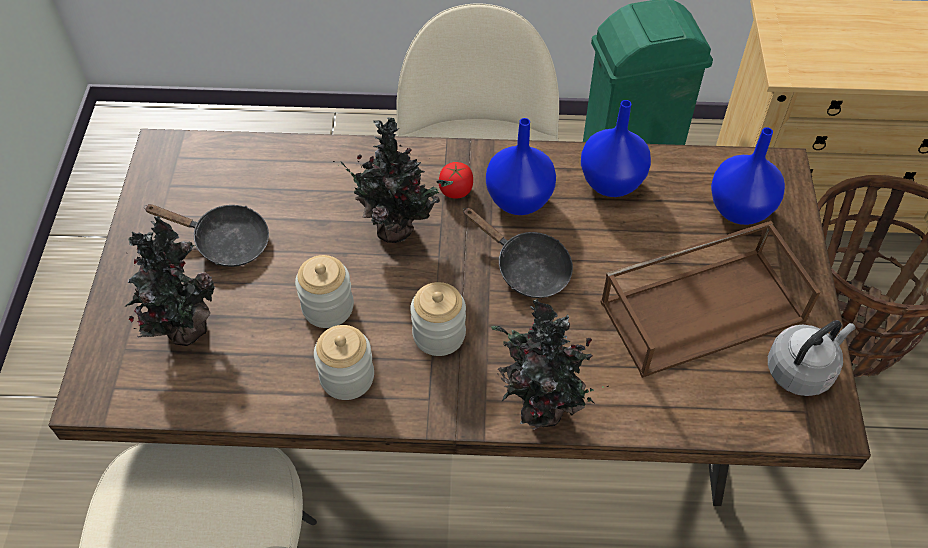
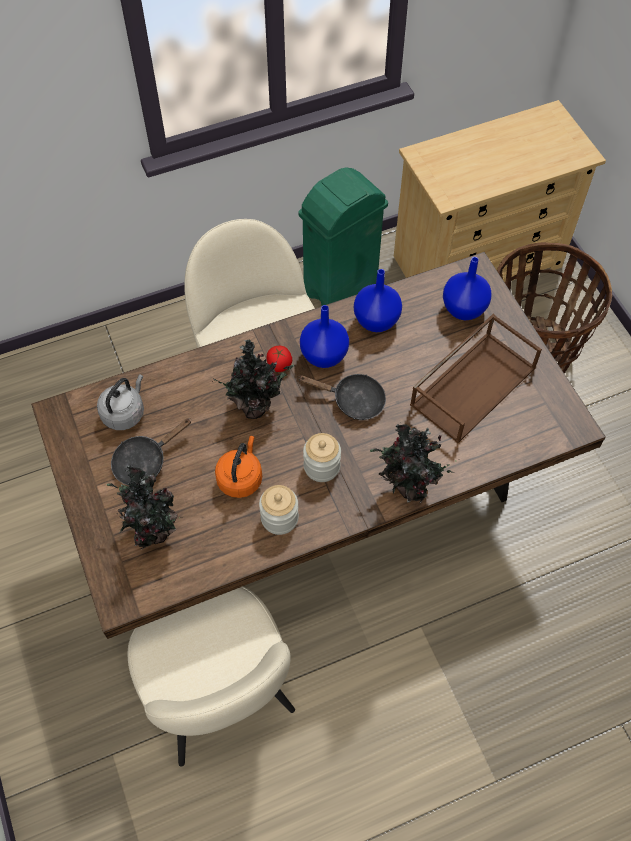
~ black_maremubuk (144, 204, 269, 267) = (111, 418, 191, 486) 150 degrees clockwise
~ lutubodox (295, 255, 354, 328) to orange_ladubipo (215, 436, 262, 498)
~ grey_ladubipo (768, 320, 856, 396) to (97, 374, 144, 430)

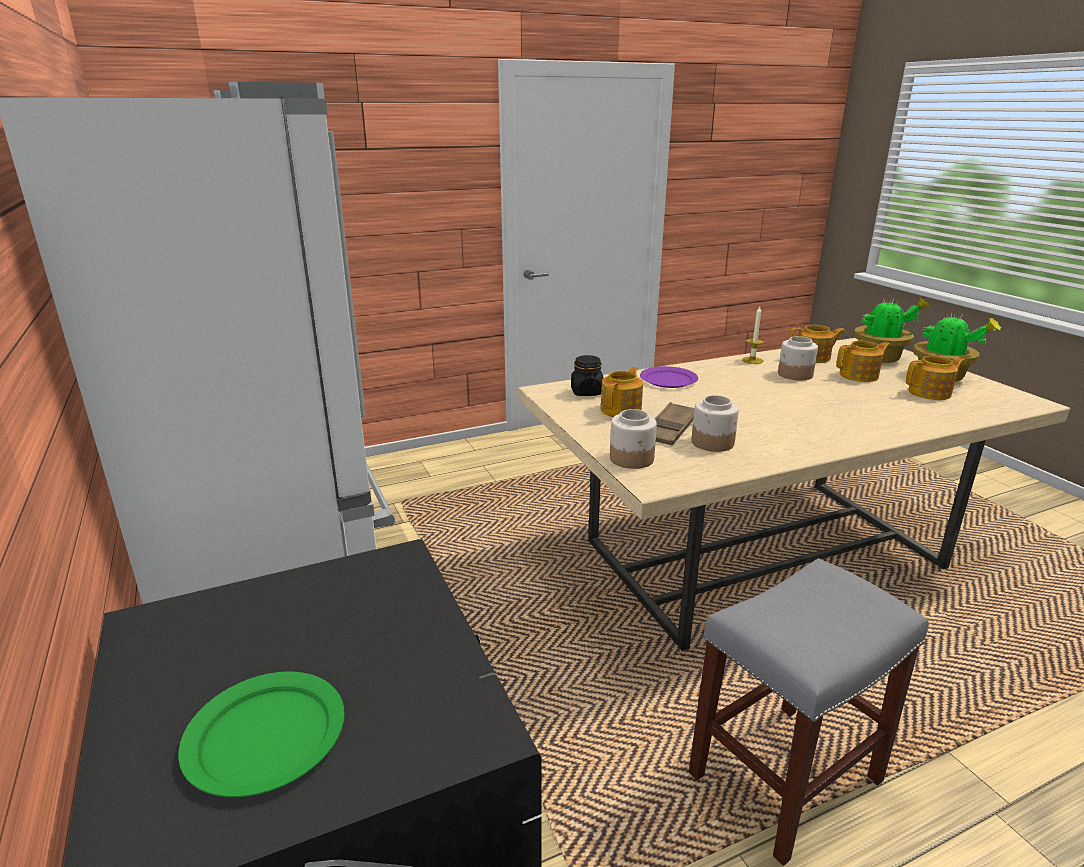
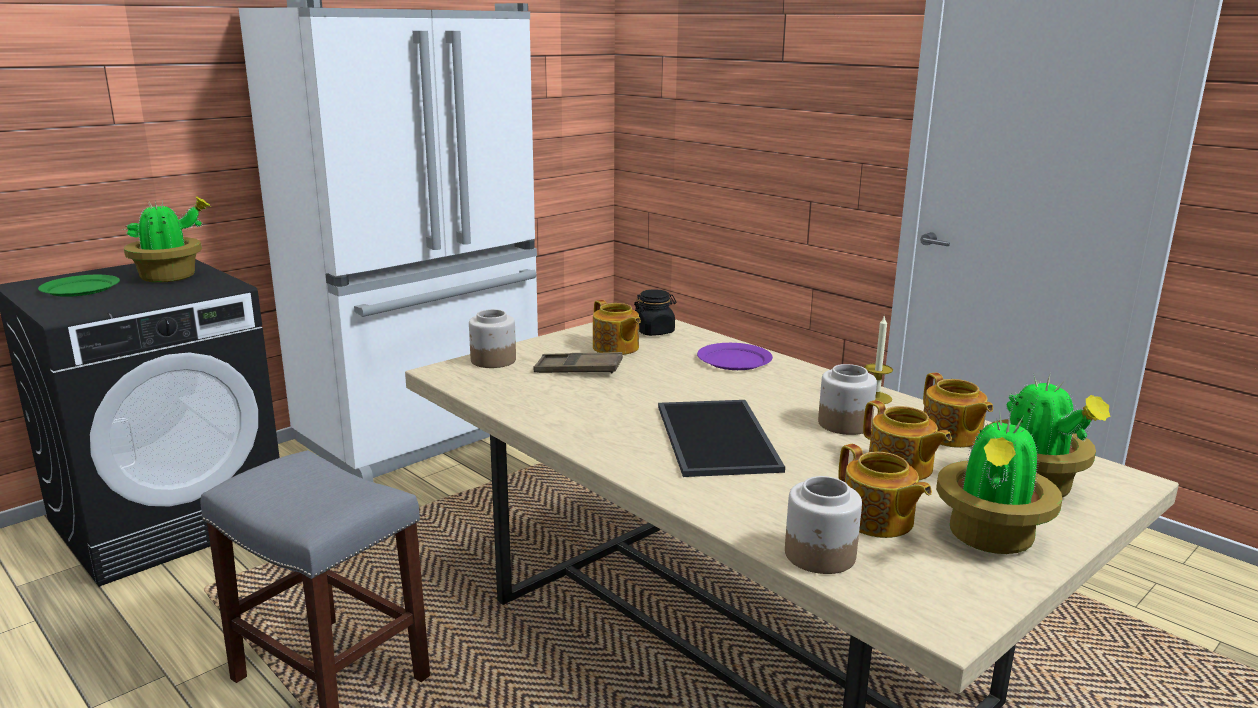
~ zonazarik (600, 367, 643, 417) = (593, 300, 641, 355) 45 degrees clockwise
~ lutubodox (692, 395, 739, 452) to (785, 476, 862, 574)
+ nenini (124, 196, 212, 283)
+ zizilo (658, 400, 785, 477)

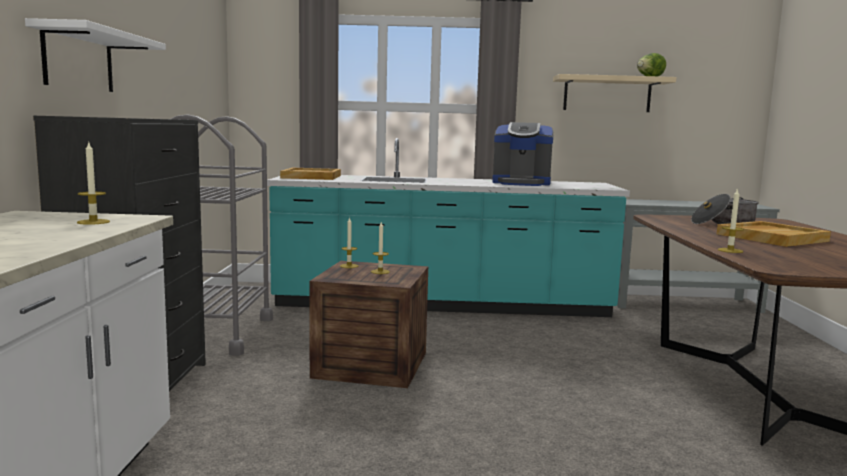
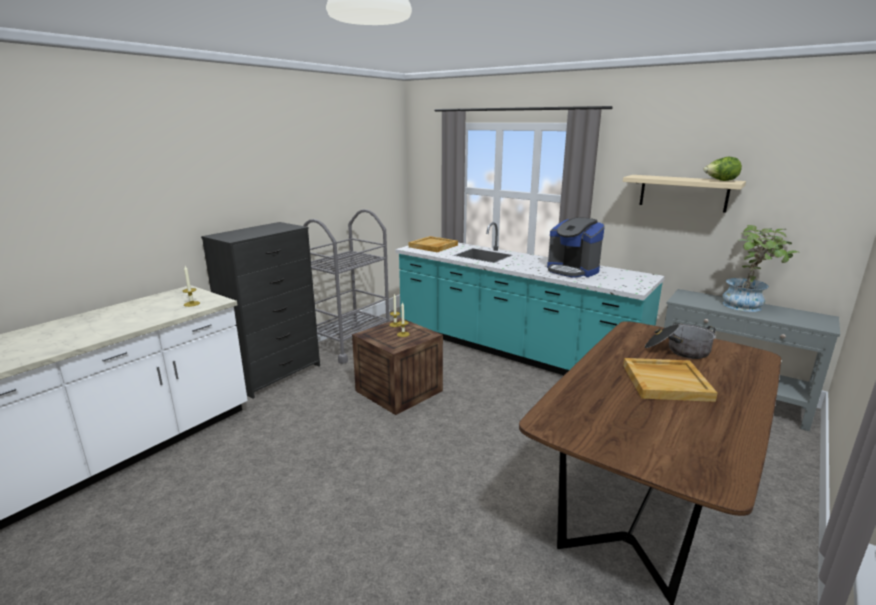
- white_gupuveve (25, 18, 166, 92)
- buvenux (718, 188, 744, 253)
+ nenini (723, 225, 800, 312)

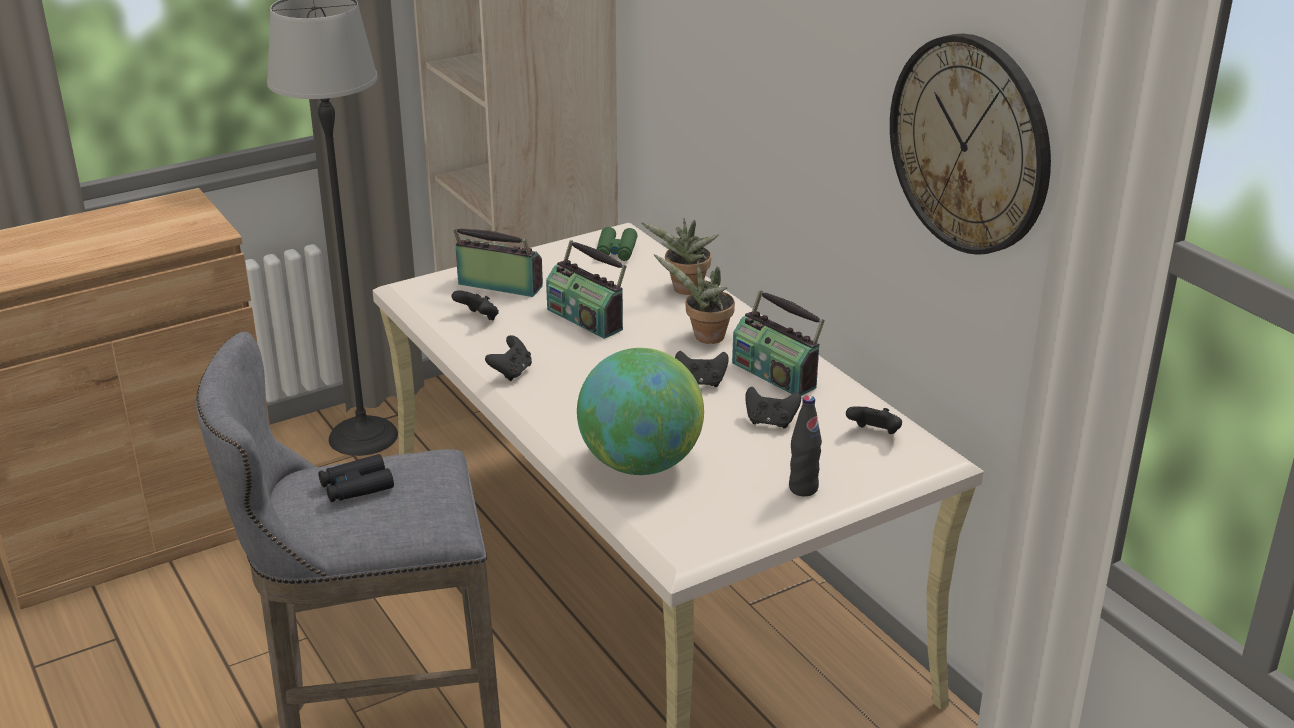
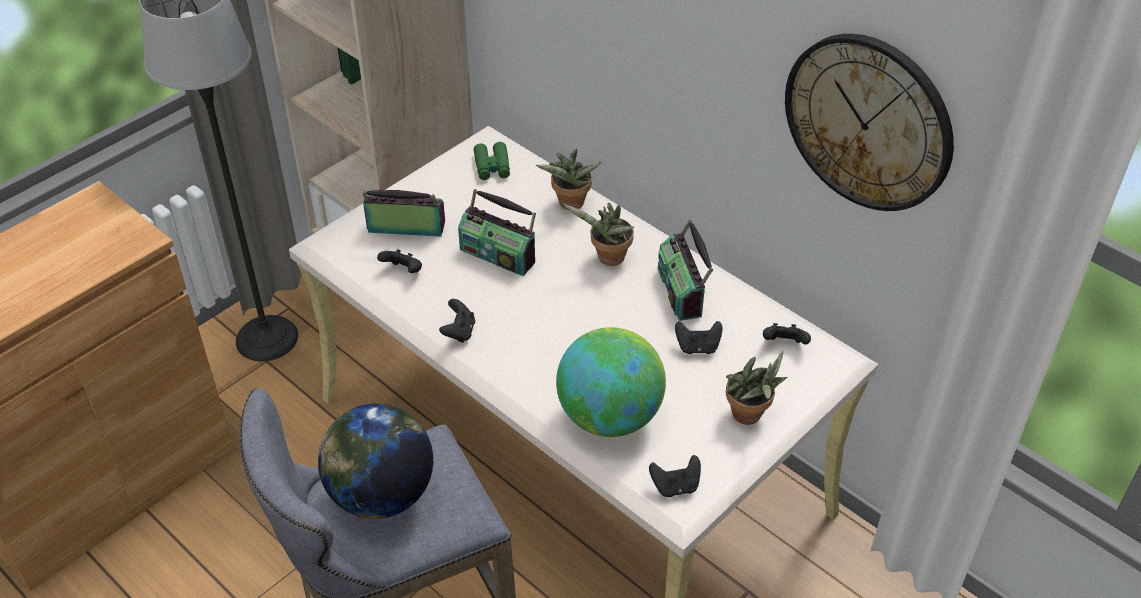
~ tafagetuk (732, 290, 825, 396) = (658, 219, 713, 321) 45 degrees clockwise
~ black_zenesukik (675, 351, 729, 387) to (649, 455, 701, 497)
~ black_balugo (789, 395, 822, 496) to nenini (725, 351, 787, 425)
~ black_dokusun (319, 454, 394, 502) to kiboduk (318, 403, 433, 519)

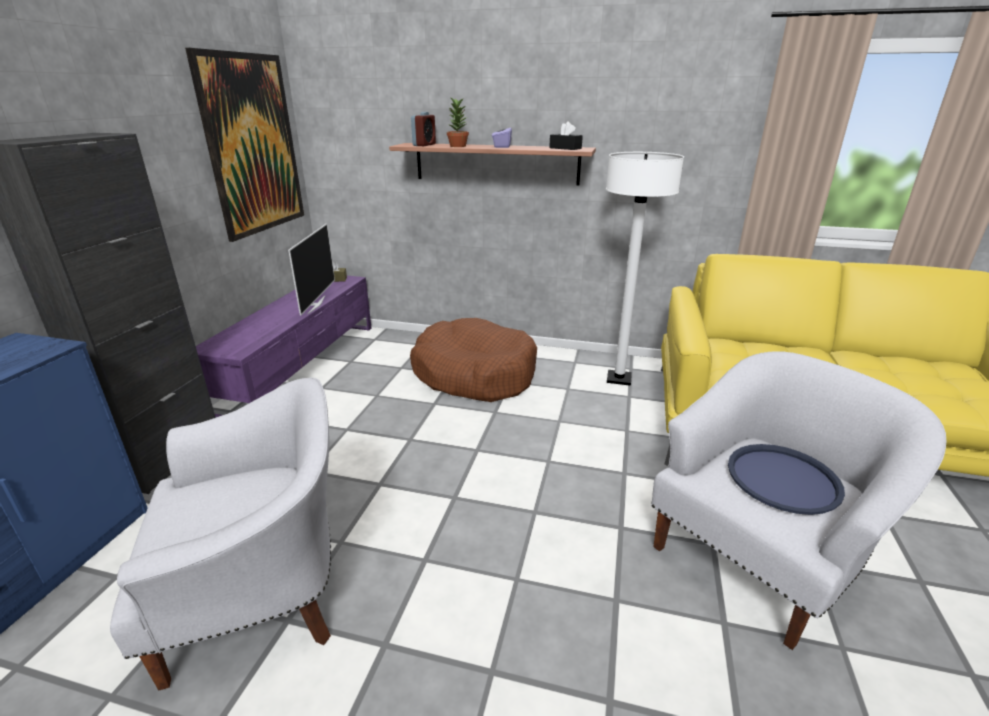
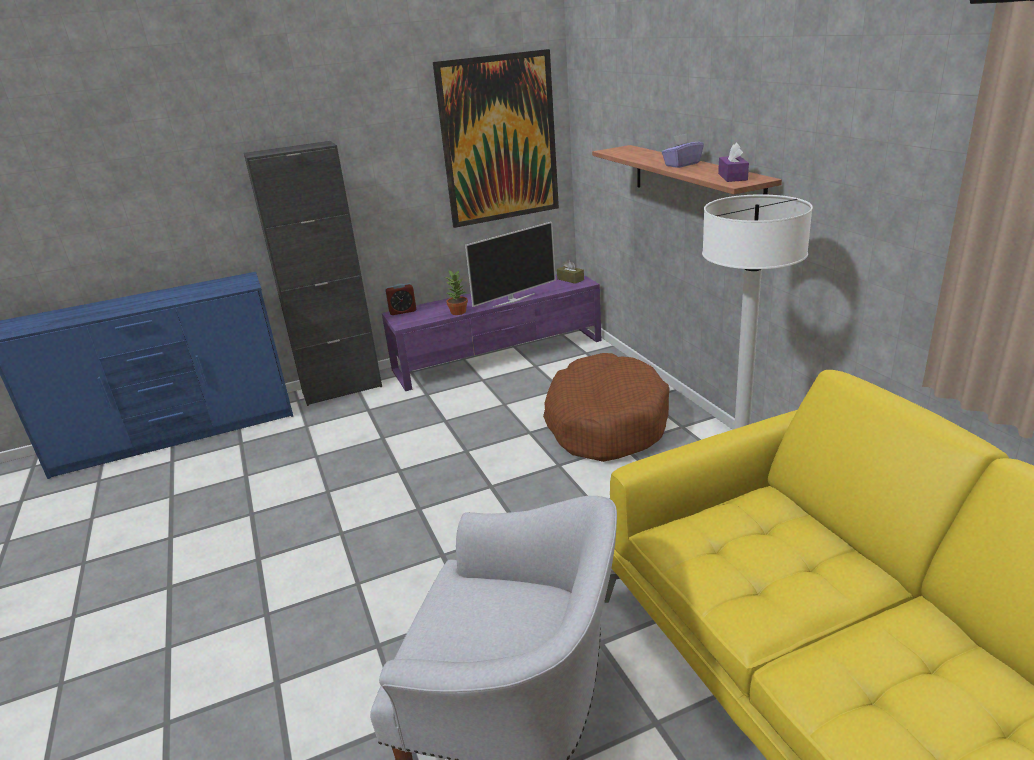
~ nenini (447, 97, 469, 147) to (445, 271, 468, 315)
~ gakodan (411, 112, 436, 146) to (385, 283, 416, 315)
~ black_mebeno (549, 121, 583, 150) to purple_mebeno (718, 143, 749, 182)
- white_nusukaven (110, 378, 331, 691)
- blue_zizilo (728, 444, 845, 515)

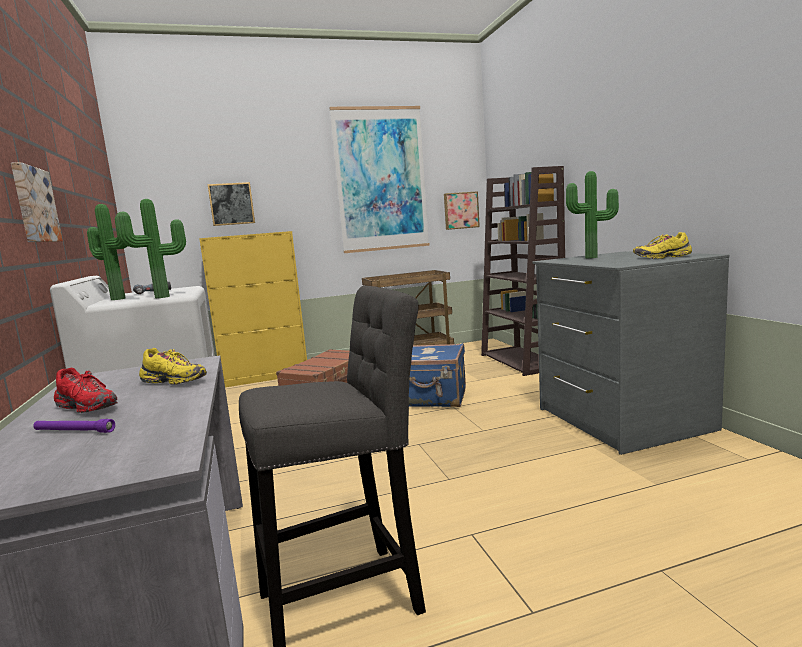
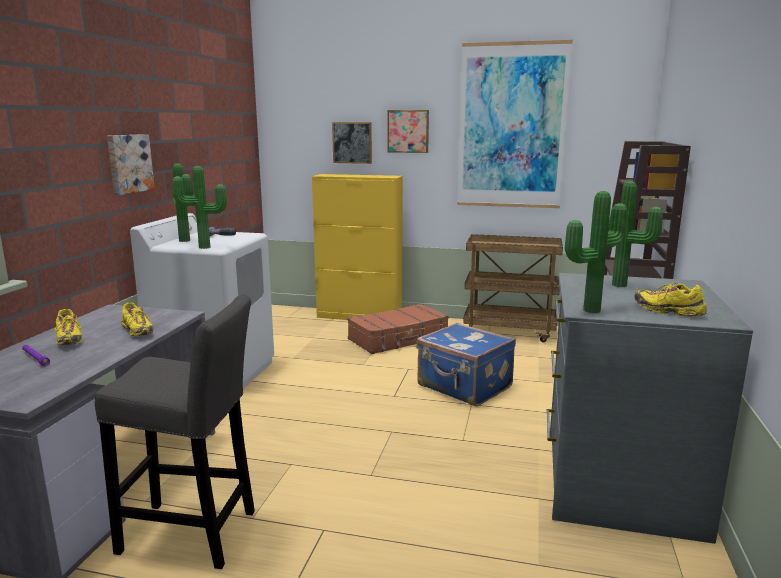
~ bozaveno (444, 191, 480, 230) to (387, 110, 429, 153)
~ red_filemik (54, 368, 118, 413) to yellow_filemik (54, 309, 83, 345)
+ nenini (565, 191, 627, 313)

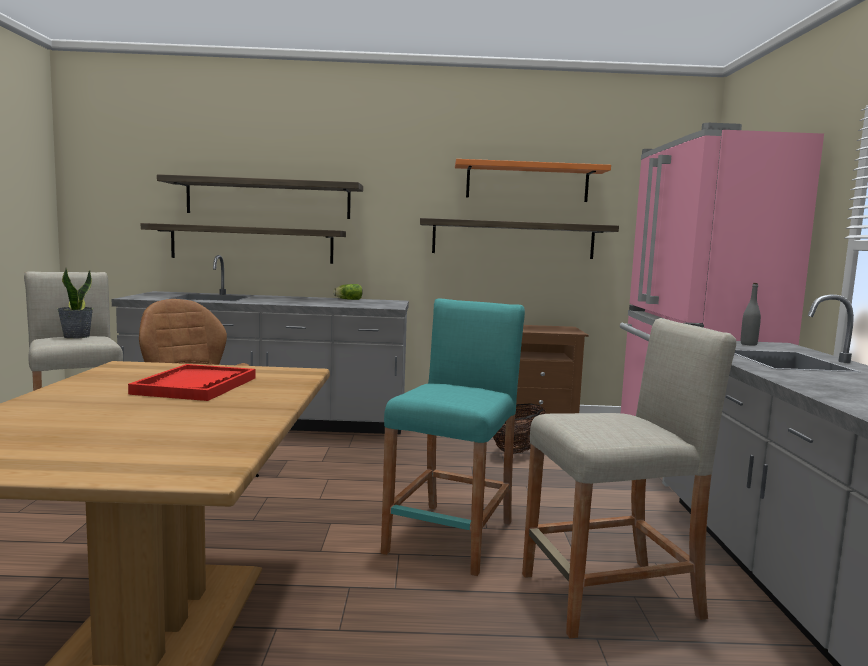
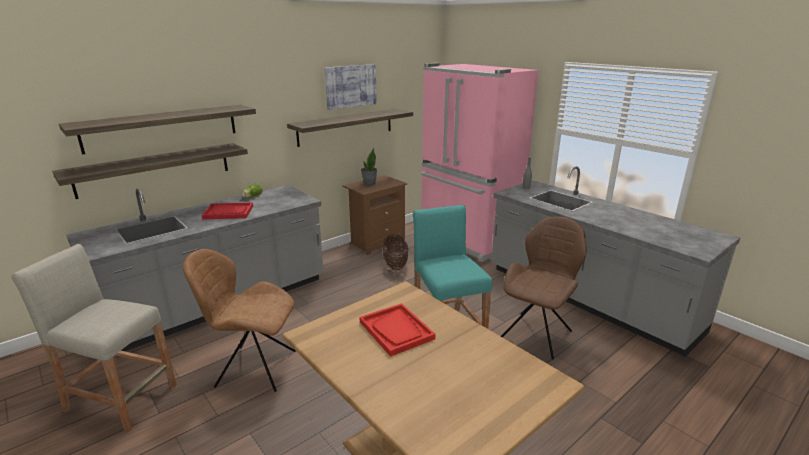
~ orange_gupuveve (455, 159, 611, 202) to bozaveno (325, 64, 377, 110)
~ nenini (57, 268, 93, 339) to (361, 148, 377, 186)
~ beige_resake (522, 318, 736, 639) to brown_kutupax (501, 217, 586, 360)
+ red_zizilo (202, 202, 253, 220)

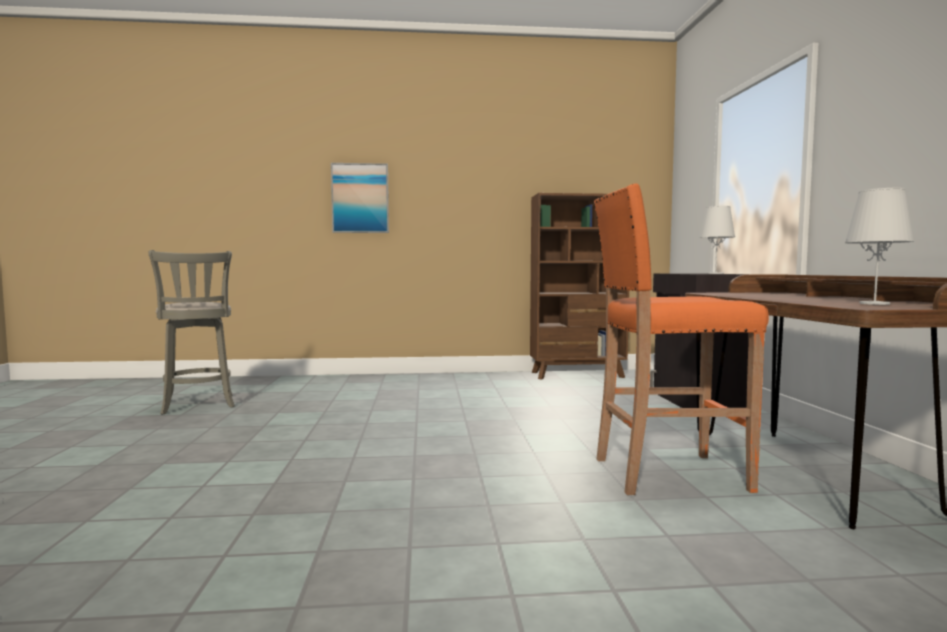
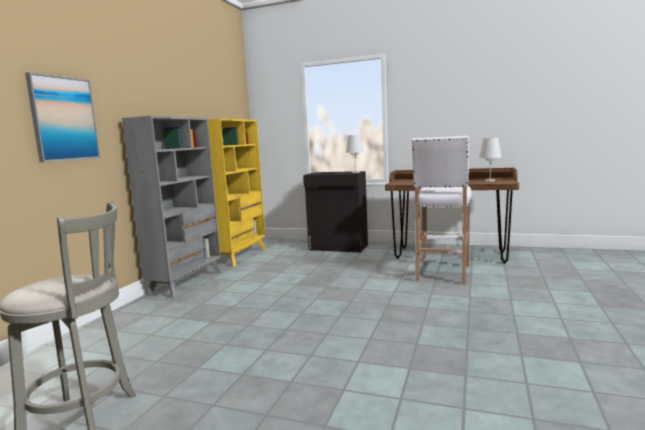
~ orange_resake (594, 184, 769, 495) to white_resake (412, 136, 471, 284)
~ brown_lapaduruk (530, 193, 629, 380) to yellow_lapaduruk (208, 118, 266, 266)
+ grey_lapaduruk (122, 116, 221, 299)

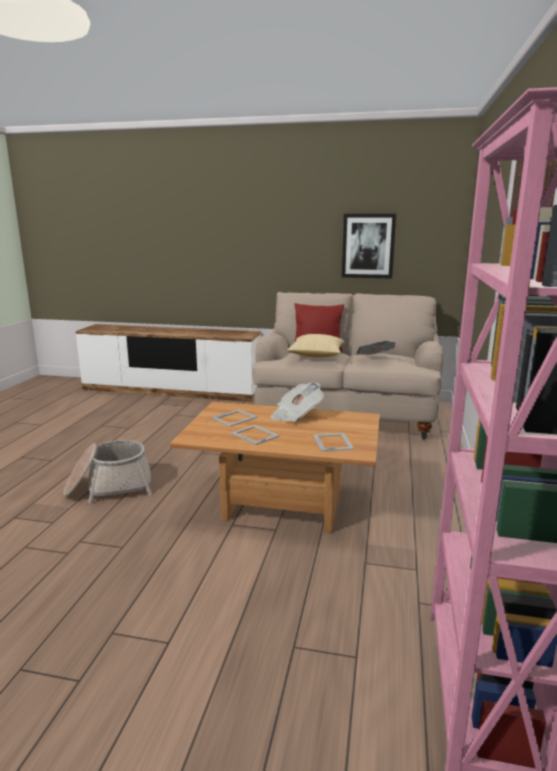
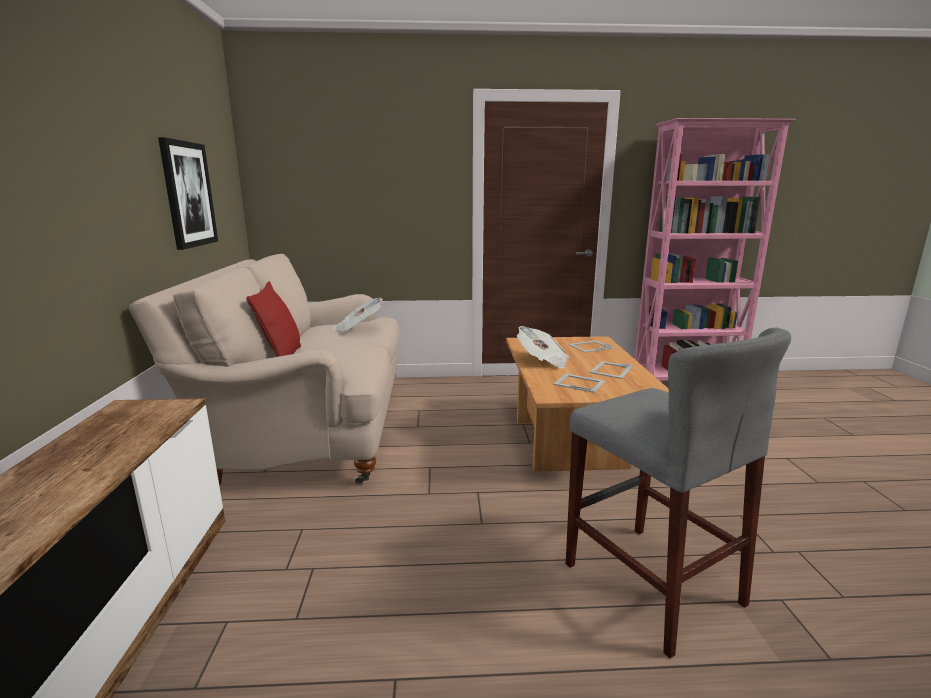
- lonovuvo (287, 334, 345, 358)
~ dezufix (63, 440, 152, 503) to grey_resake (566, 328, 791, 658)

